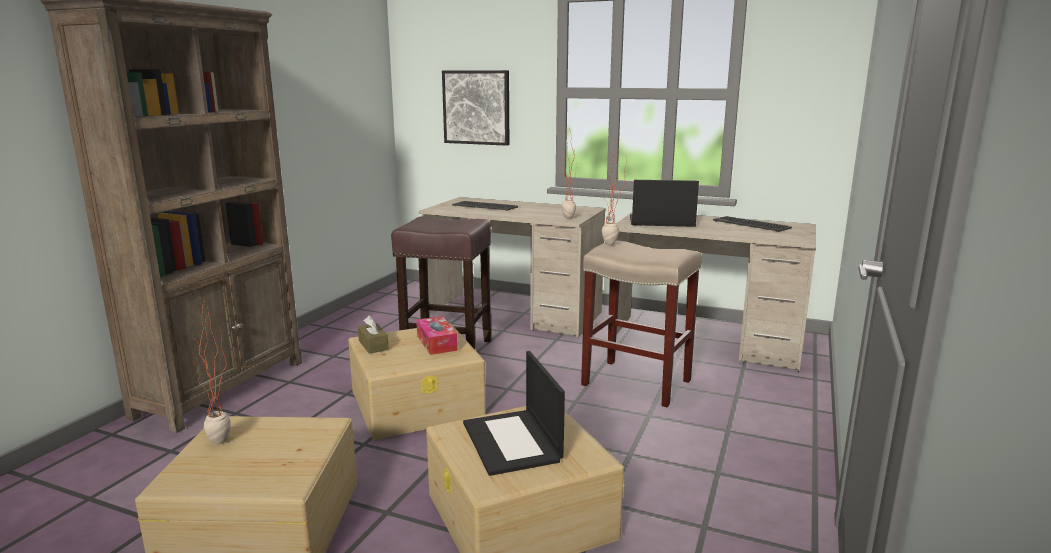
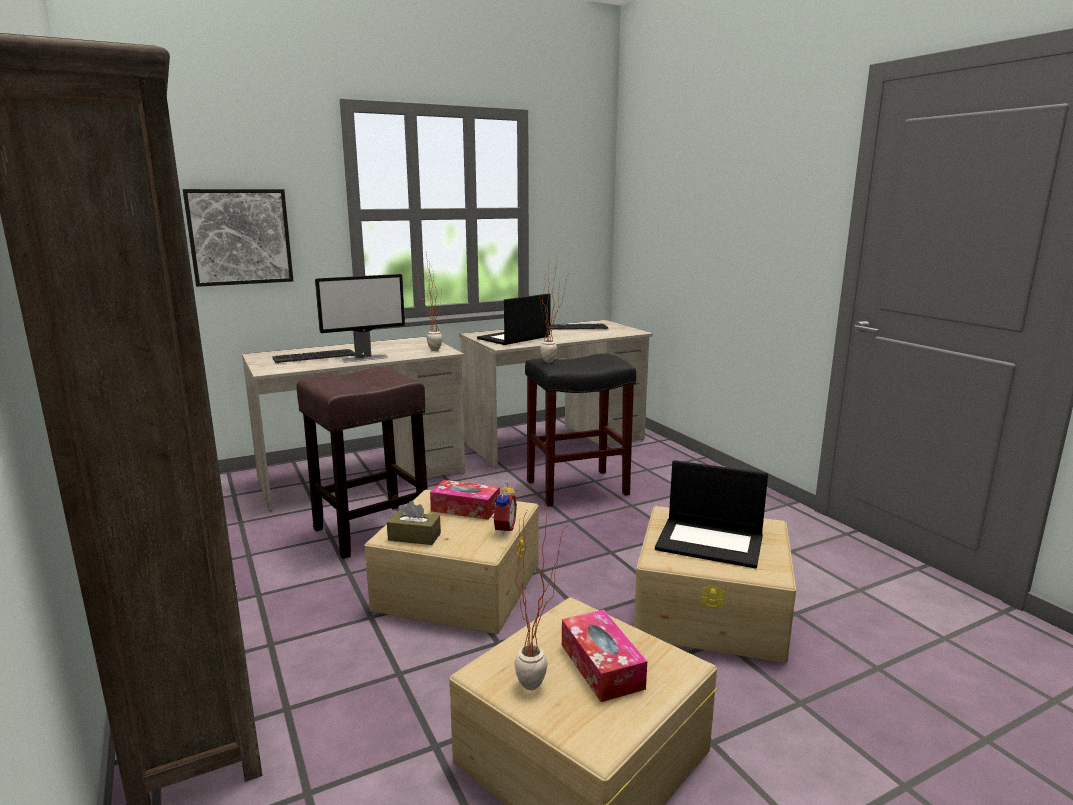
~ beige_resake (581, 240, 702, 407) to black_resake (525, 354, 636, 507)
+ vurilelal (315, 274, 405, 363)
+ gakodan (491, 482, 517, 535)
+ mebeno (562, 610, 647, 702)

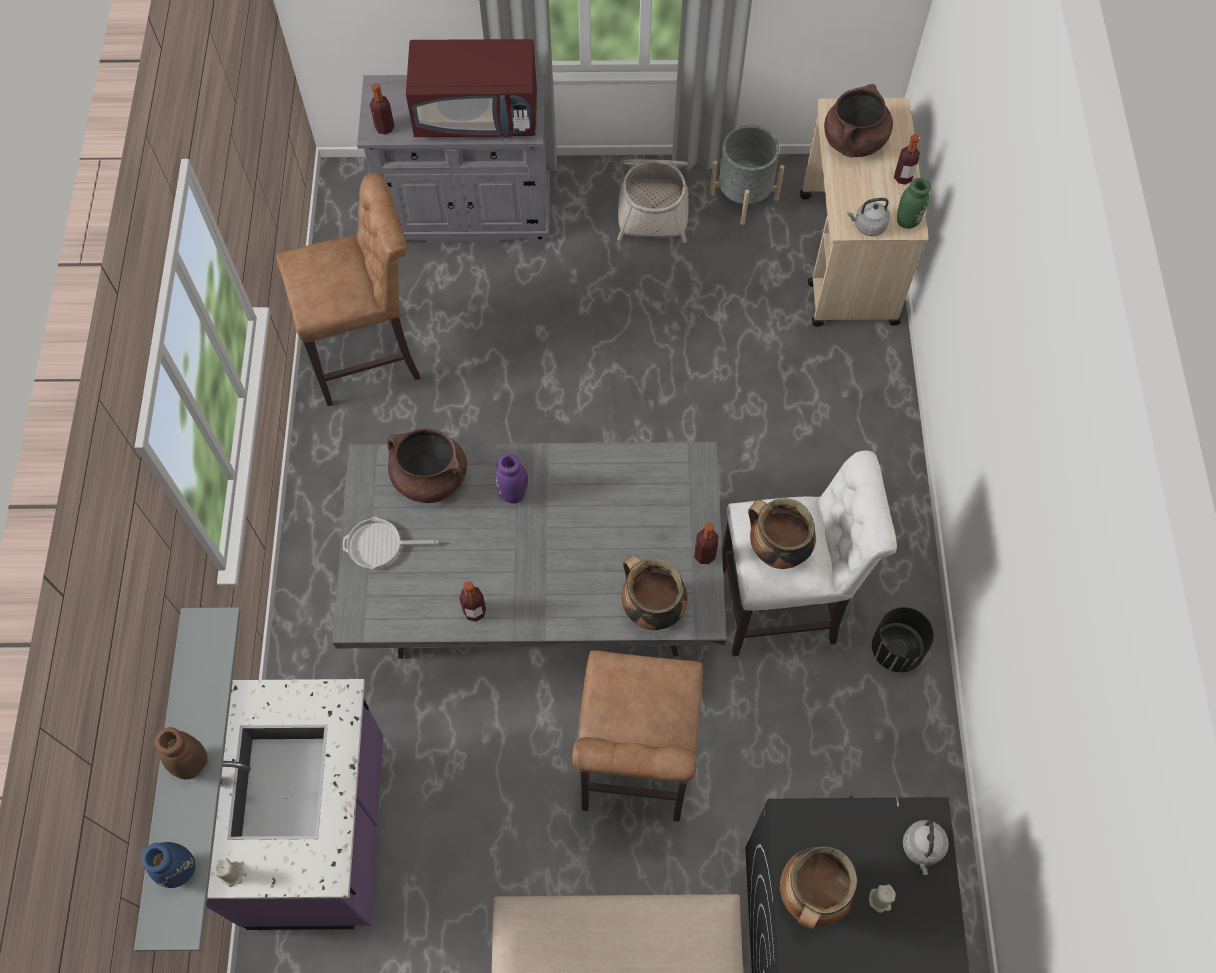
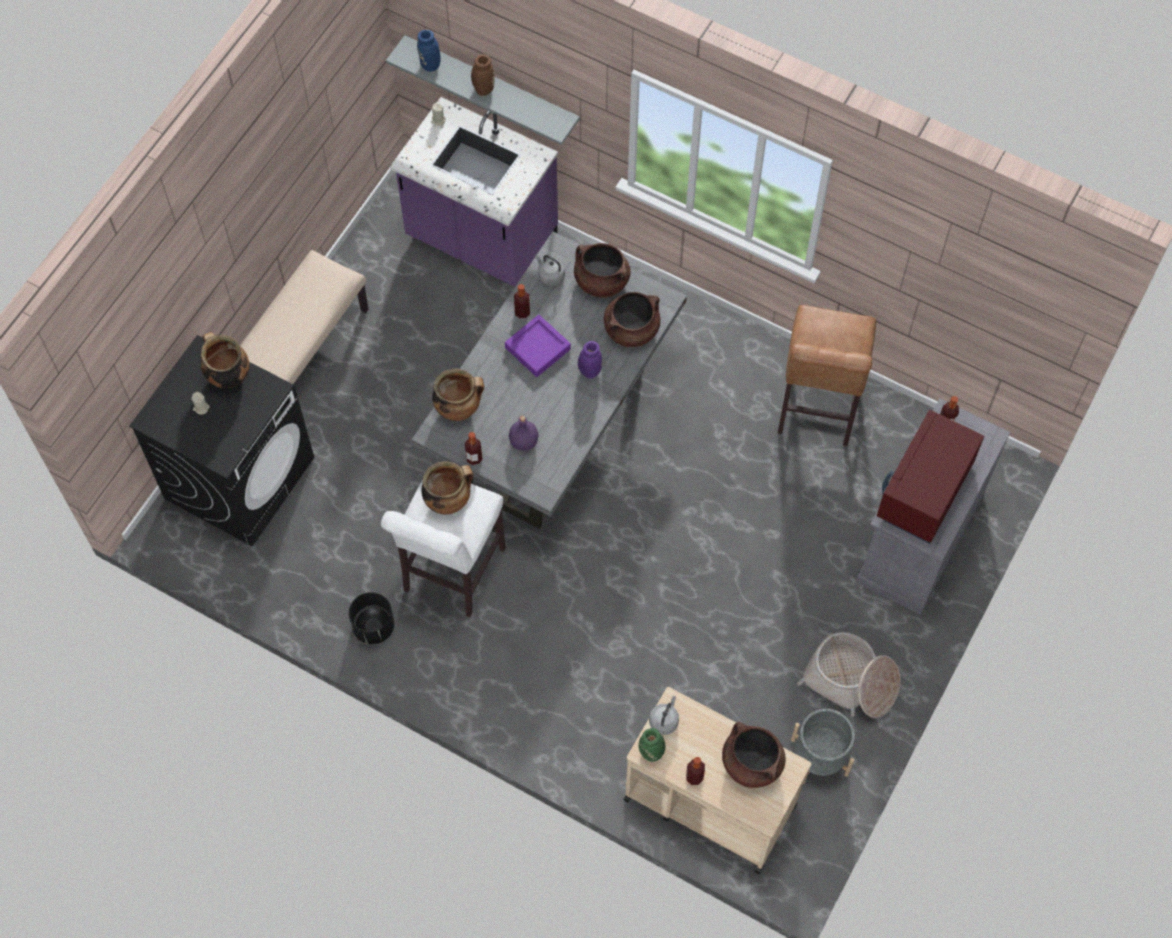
~ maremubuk (343, 517, 439, 569) to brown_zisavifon (574, 243, 631, 298)
- brown_resake (572, 651, 703, 822)
~ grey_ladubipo (903, 820, 949, 875) to (535, 255, 565, 286)
+ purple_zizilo (505, 315, 571, 377)
+ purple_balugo (509, 416, 538, 451)

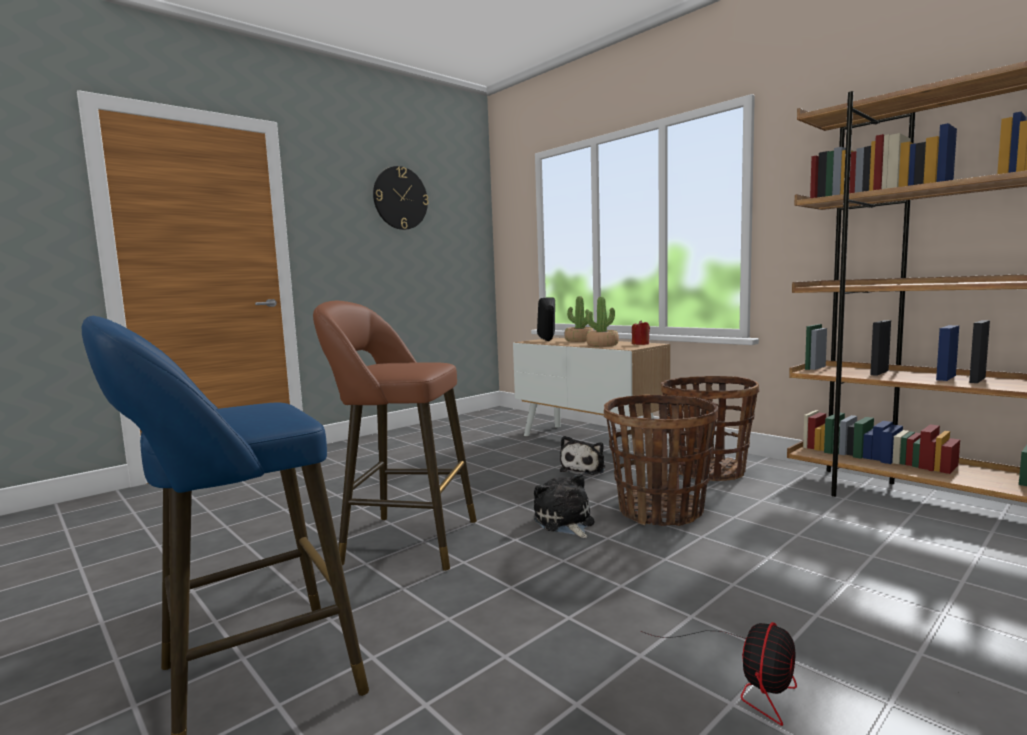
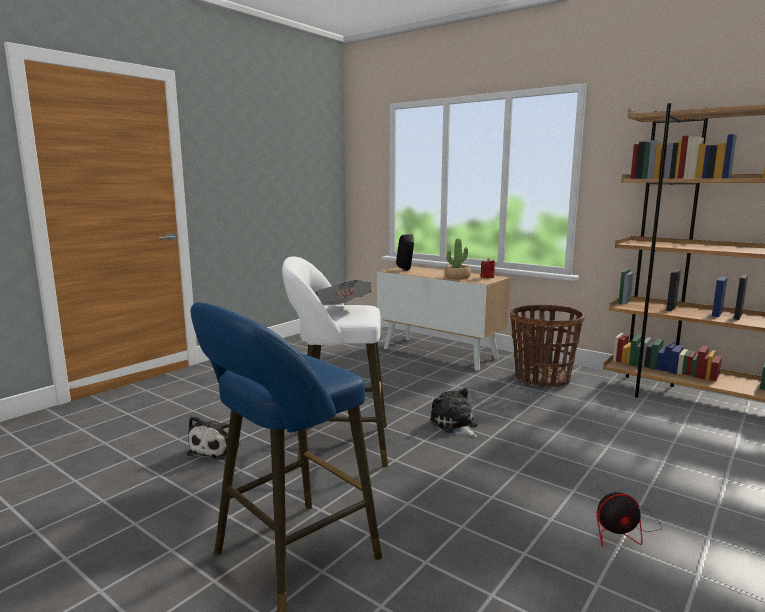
- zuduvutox (373, 166, 429, 230)
- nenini (564, 296, 594, 342)
~ brown_resake (313, 301, 477, 571) to white_resake (282, 256, 388, 468)
- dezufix (604, 394, 718, 526)
~ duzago (560, 436, 605, 475) to (187, 416, 241, 460)
~ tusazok (641, 622, 797, 726) = (596, 488, 662, 546) 60 degrees clockwise
+ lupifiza (315, 280, 372, 305)

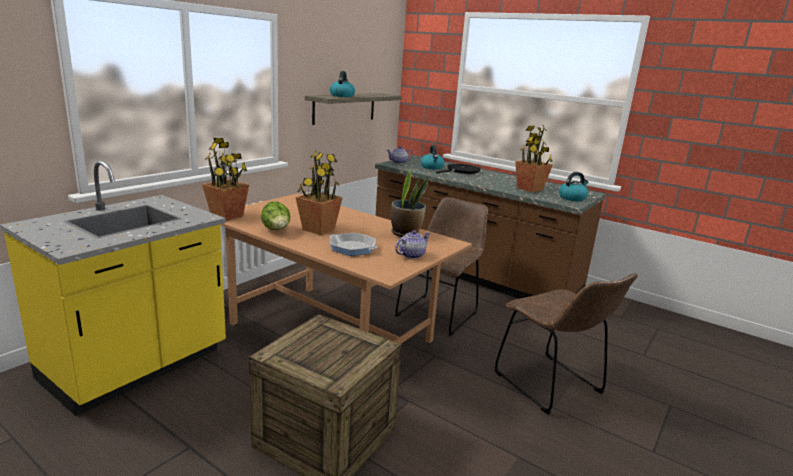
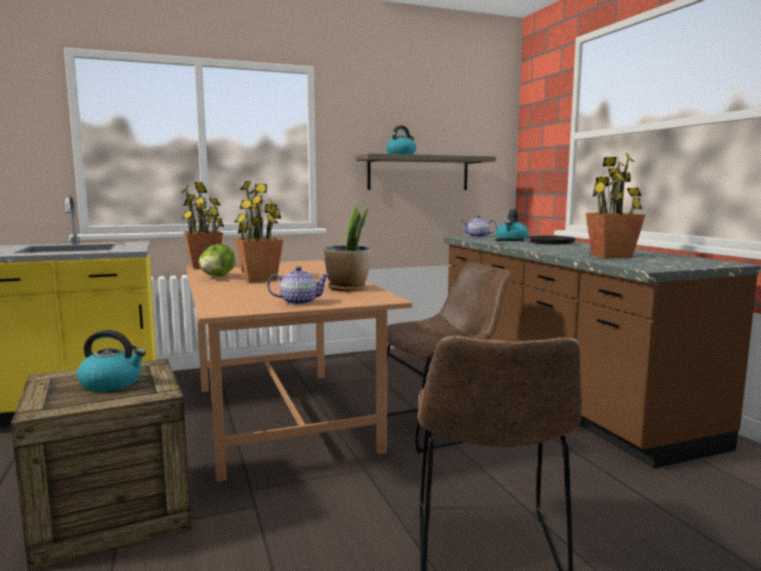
~ ladubipo (559, 172, 588, 201) to (77, 330, 146, 391)
- maremubuk (329, 233, 377, 256)

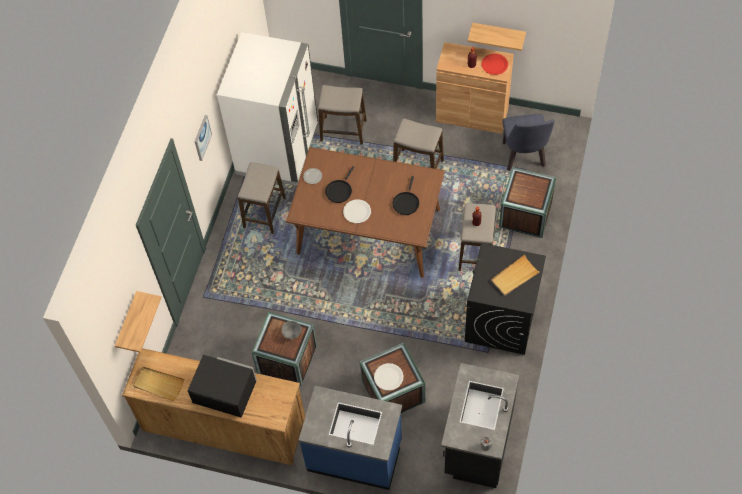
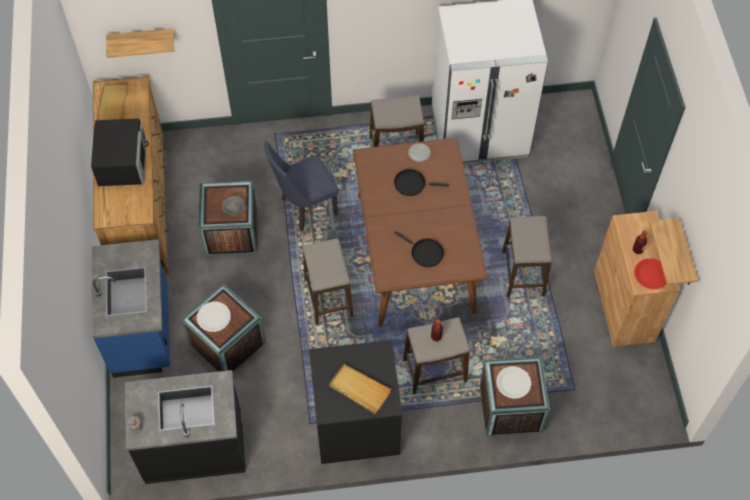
~ resake (318, 85, 367, 145) to (303, 238, 353, 325)
~ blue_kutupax (503, 114, 554, 171) to (264, 142, 339, 231)
- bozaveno (194, 115, 212, 161)
~ black_maremubuk (392, 176, 419, 215) = (395, 231, 444, 267) 135 degrees counterclockwise
~ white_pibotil (343, 199, 371, 223) to (496, 366, 532, 399)

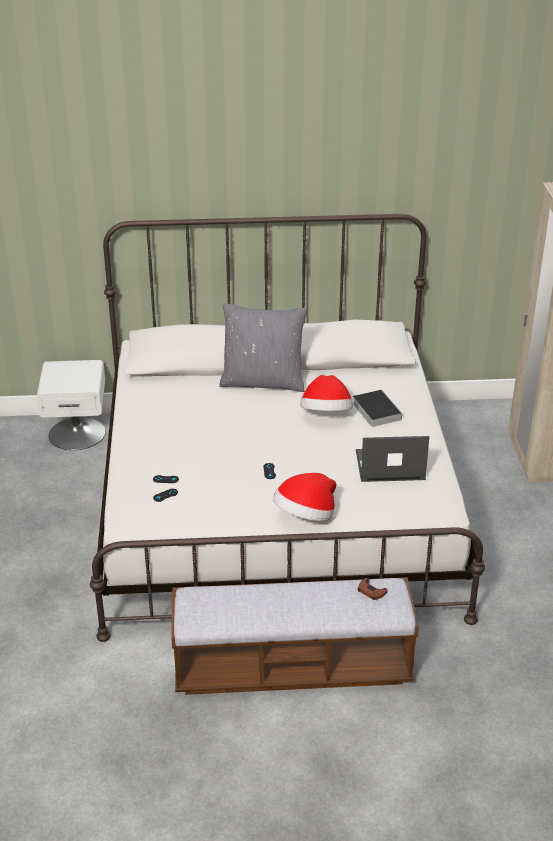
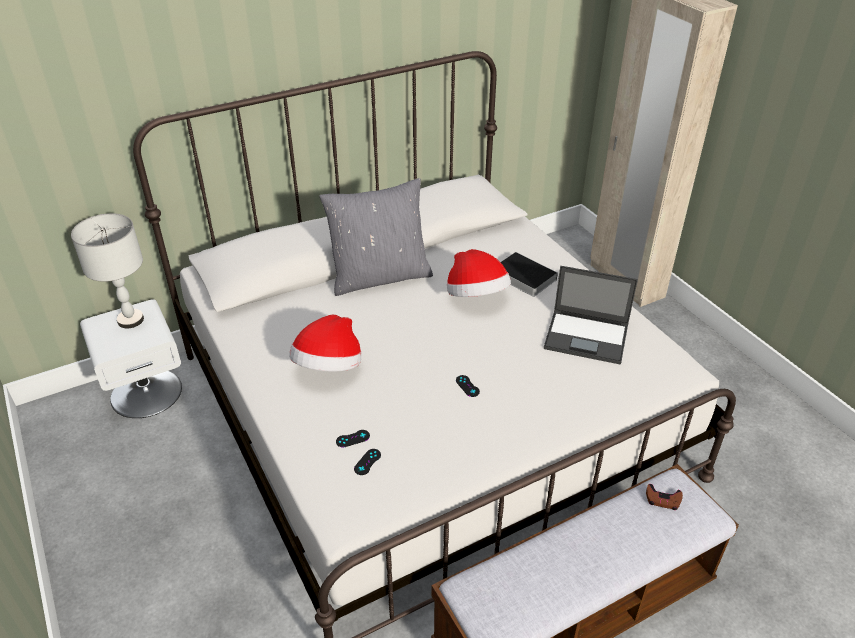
~ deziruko (356, 436, 429, 482) = (544, 266, 638, 364) 135 degrees counterclockwise
~ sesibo (273, 473, 336, 521) to (289, 315, 361, 371)
+ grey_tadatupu (71, 213, 144, 328)

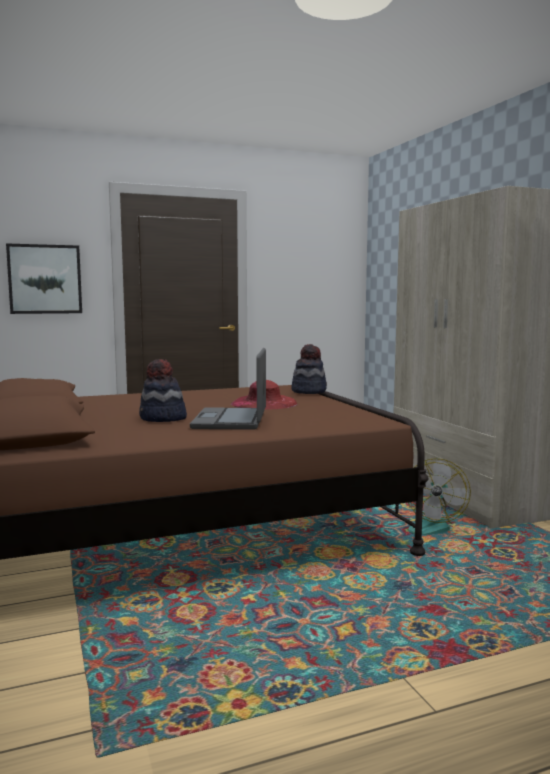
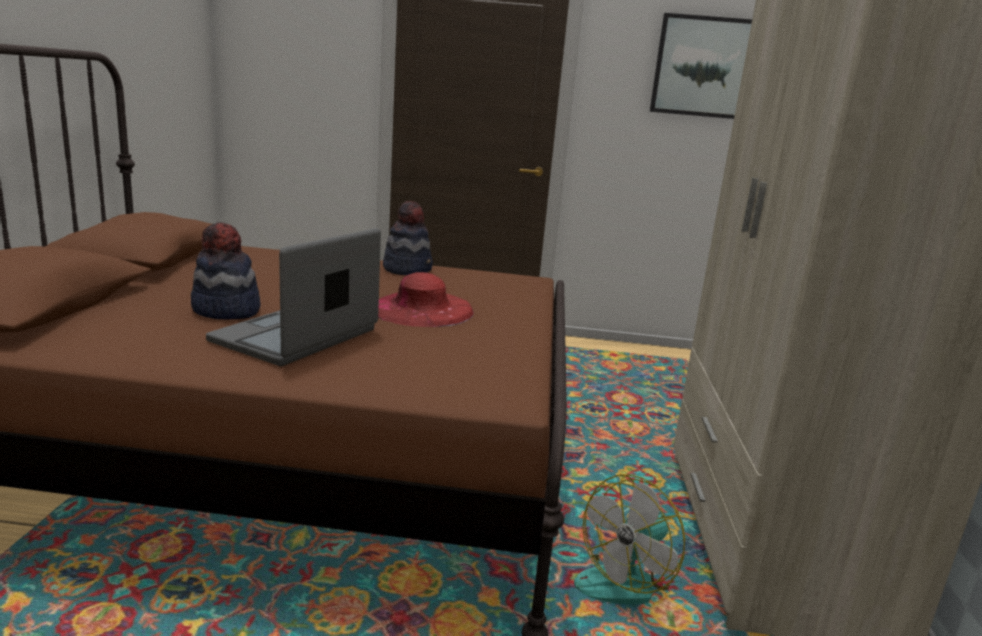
~ bozaveno (6, 243, 82, 314) to (650, 13, 752, 119)
~ sesibo (291, 344, 327, 394) to (383, 201, 433, 275)

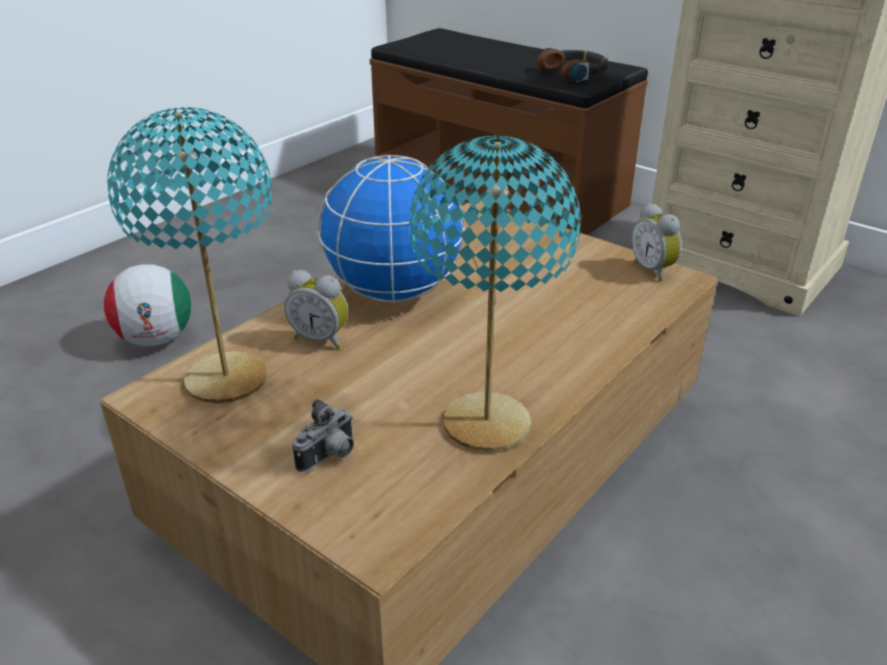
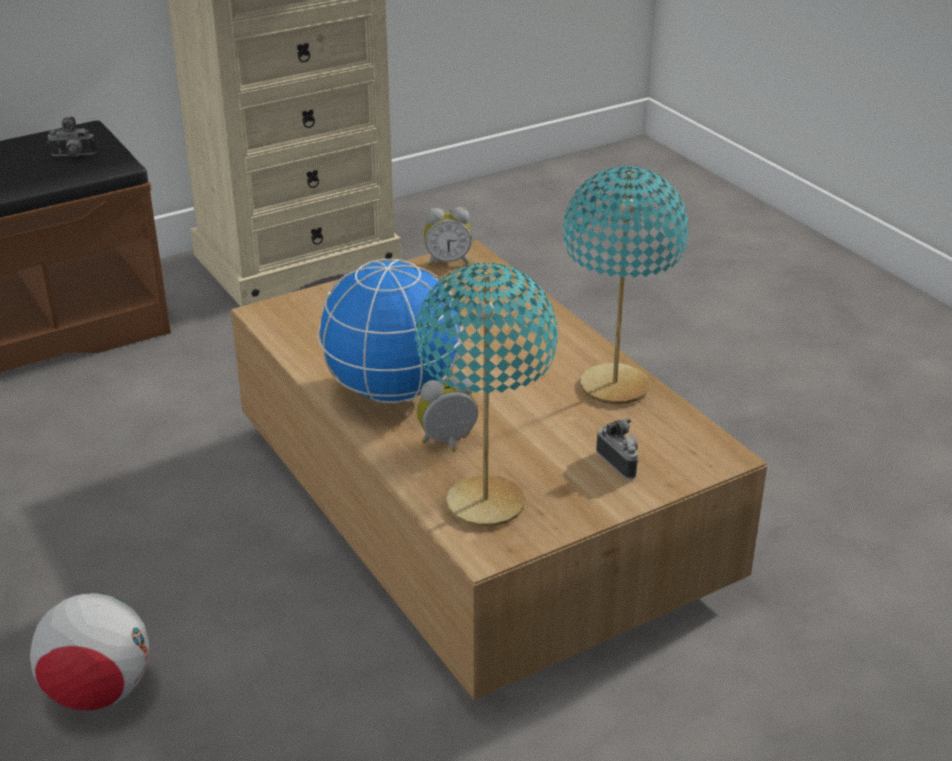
~ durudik (537, 48, 608, 83) to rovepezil (47, 117, 97, 157)
~ gakodan (284, 270, 348, 349) = (417, 376, 478, 452) 150 degrees counterclockwise

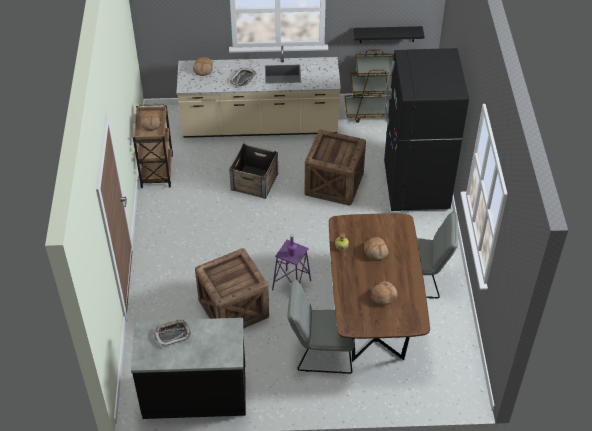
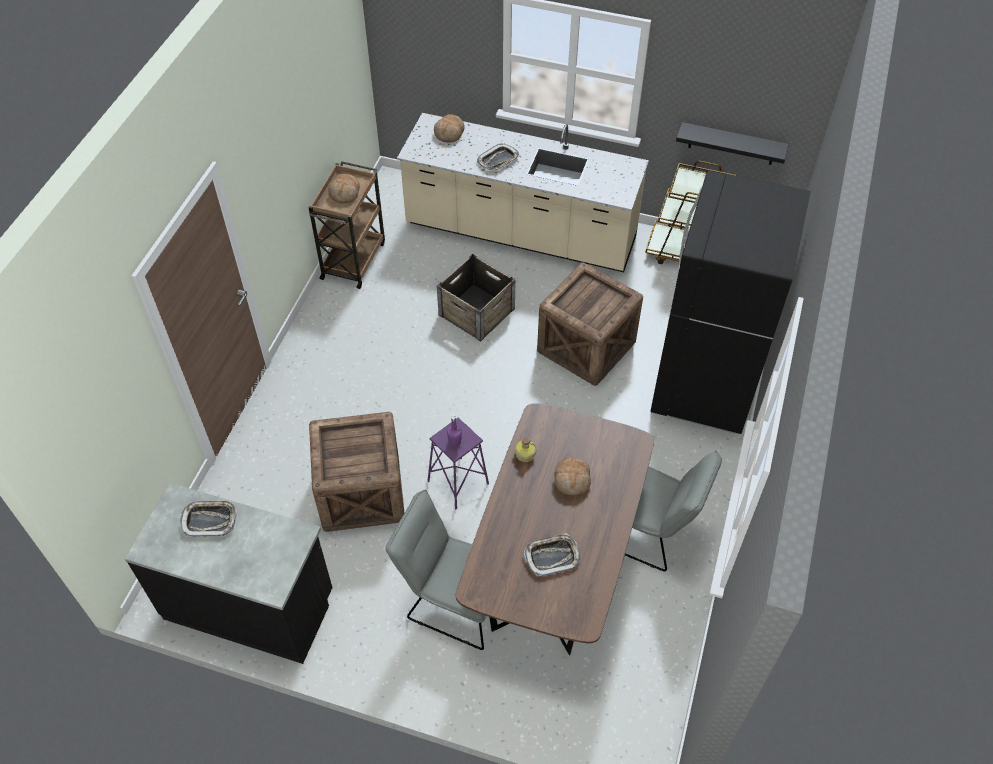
~ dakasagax (371, 281, 397, 306) to zizilo (523, 533, 580, 576)

